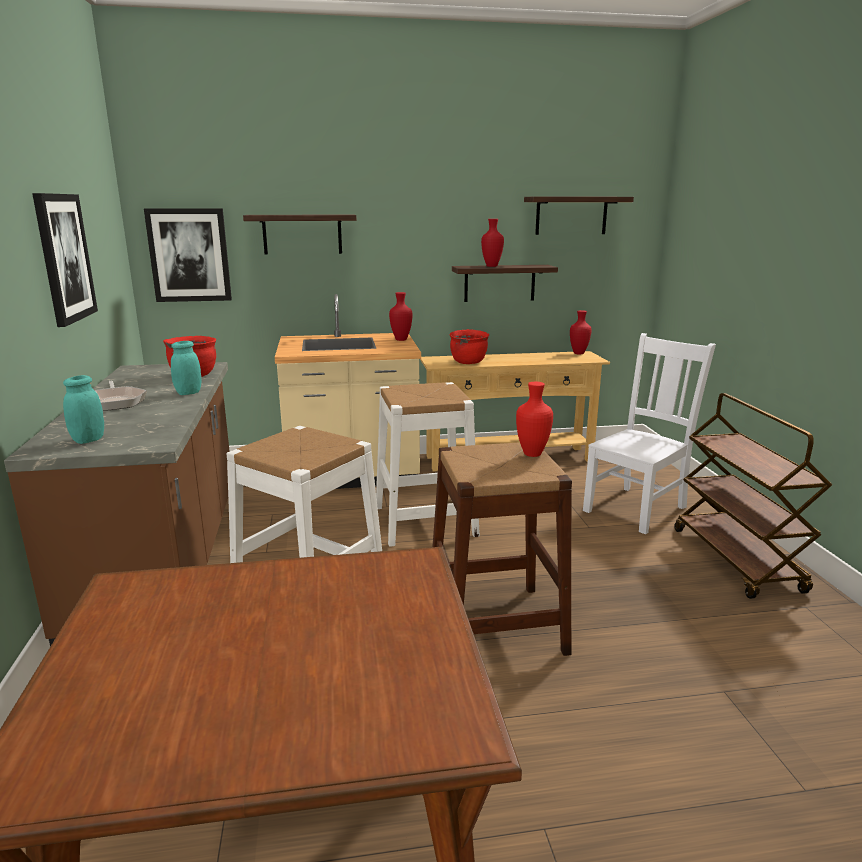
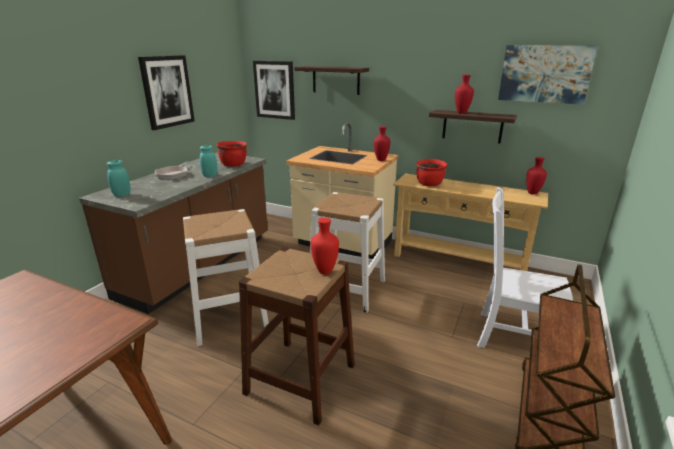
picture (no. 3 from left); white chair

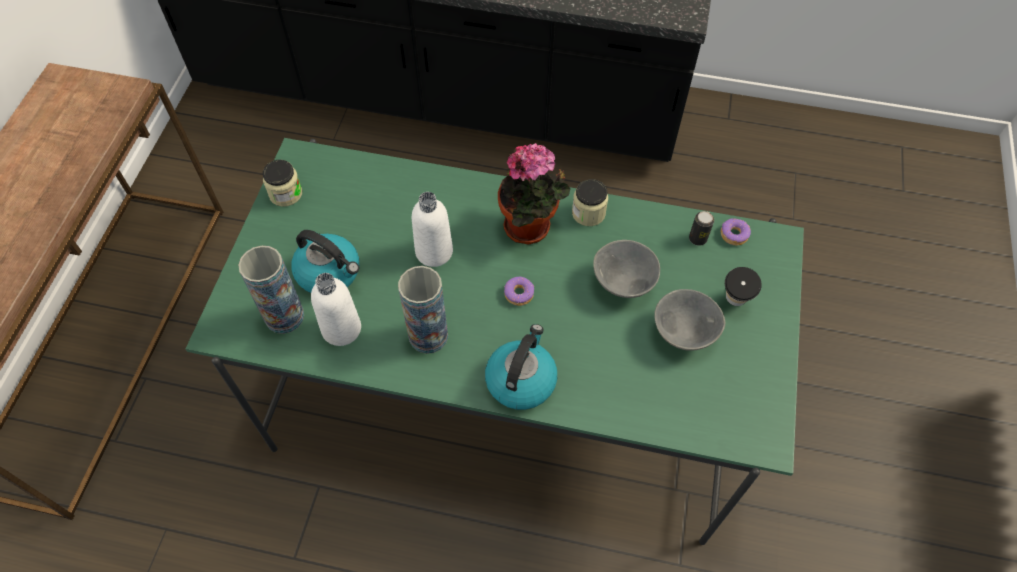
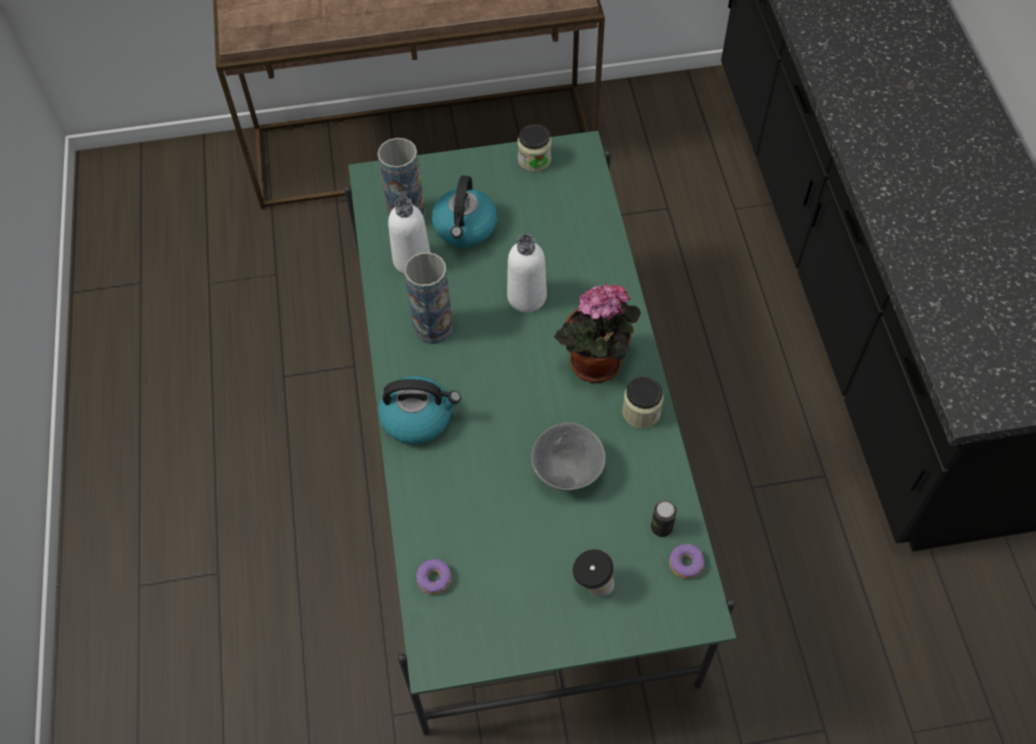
donut (no. 1 from left); grey bowl (no. 2 from left in the first image)

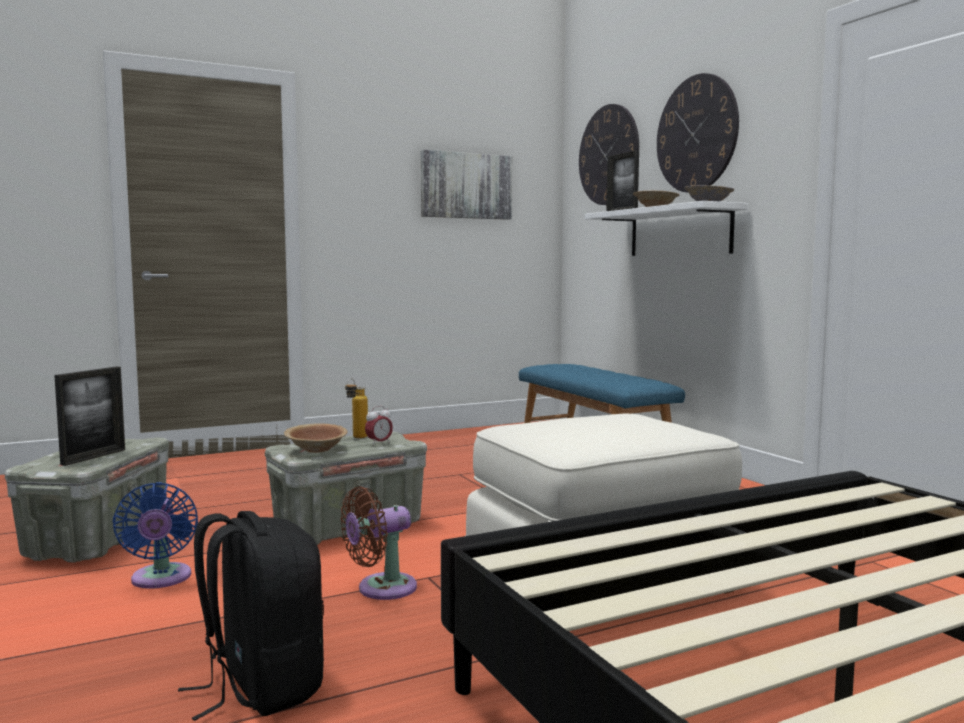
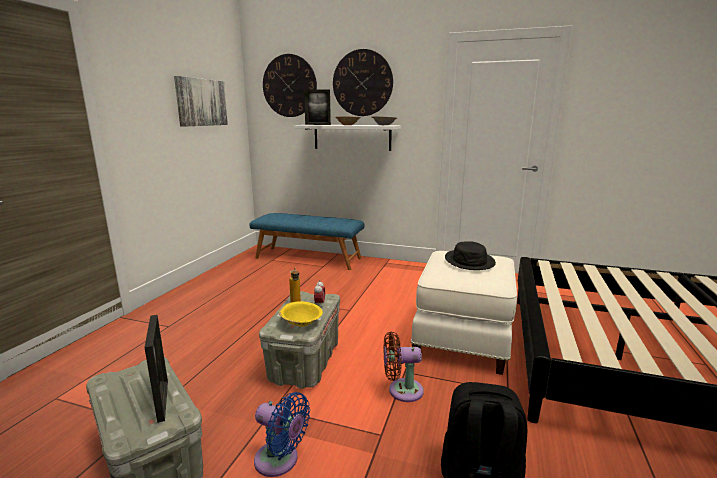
yellow bowl; brown fan; black hat

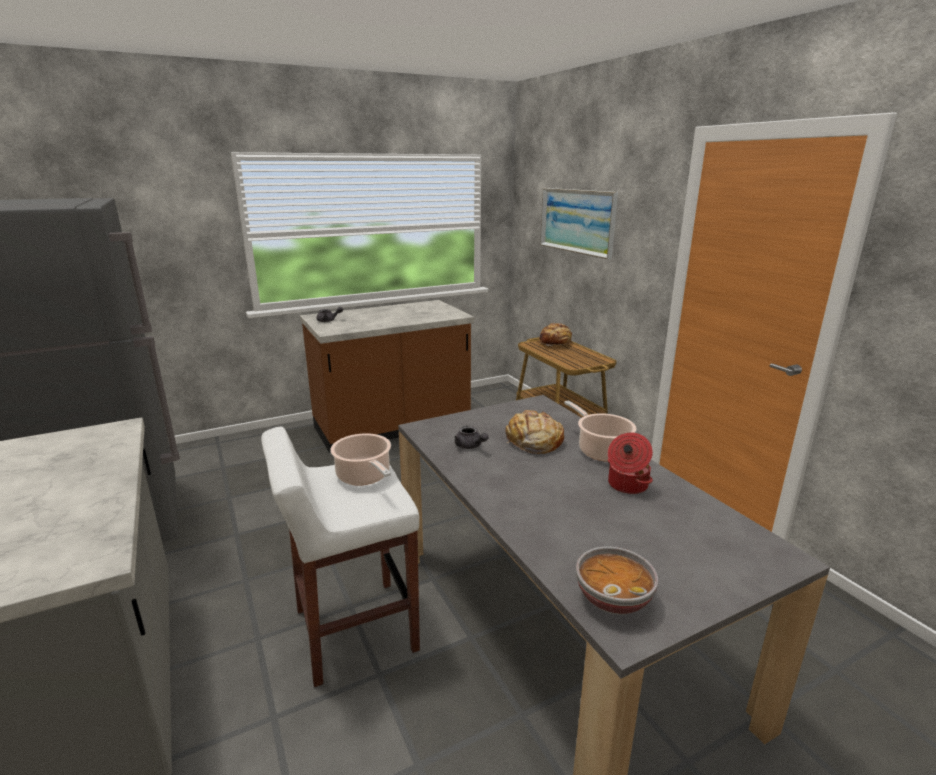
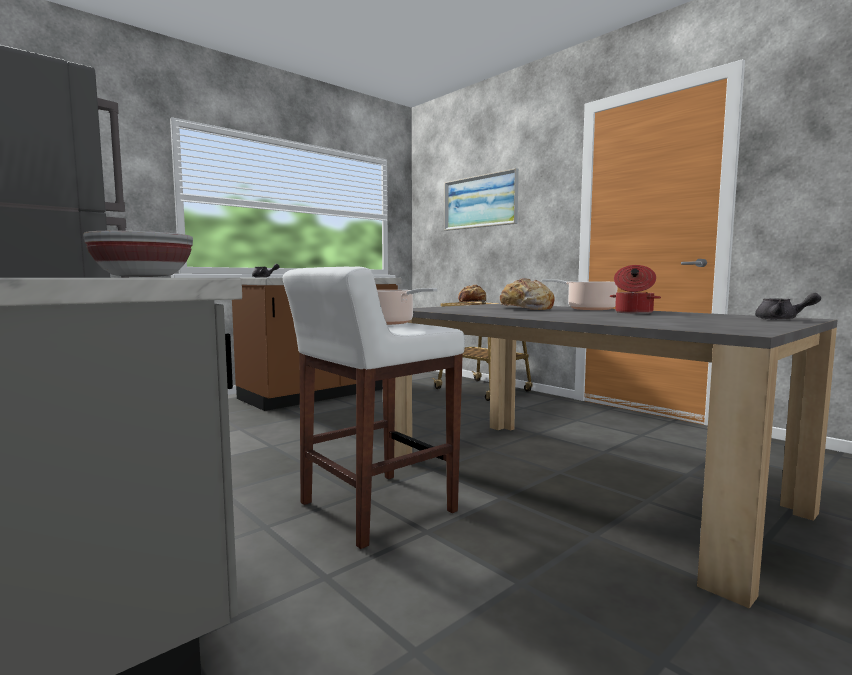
grey teapot (no. 2 from left); bowl

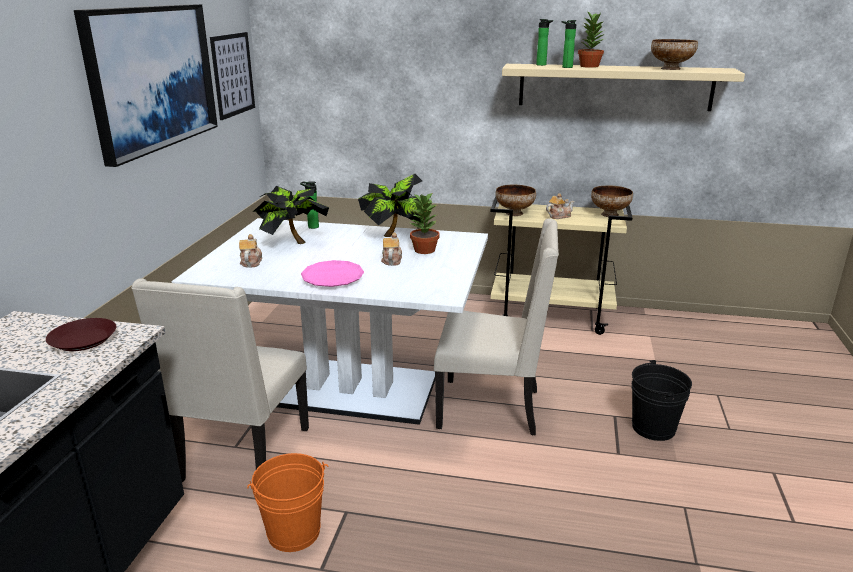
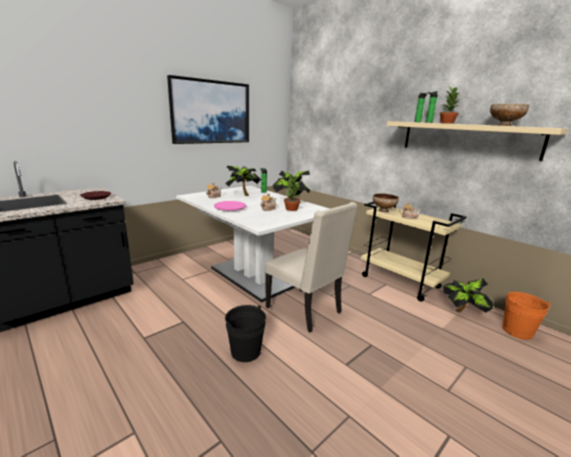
beige chair (no. 1 from left in the first image); picture (no. 2 from left in the first image); orange bucket; bowl (no. 2 from left in the first image); black bucket; potted plant (no. 5 from left)

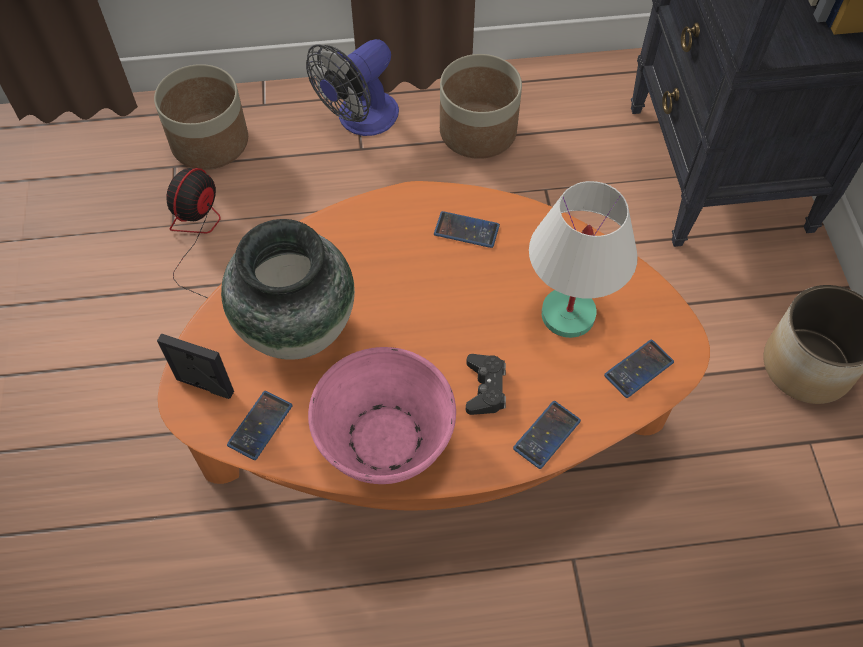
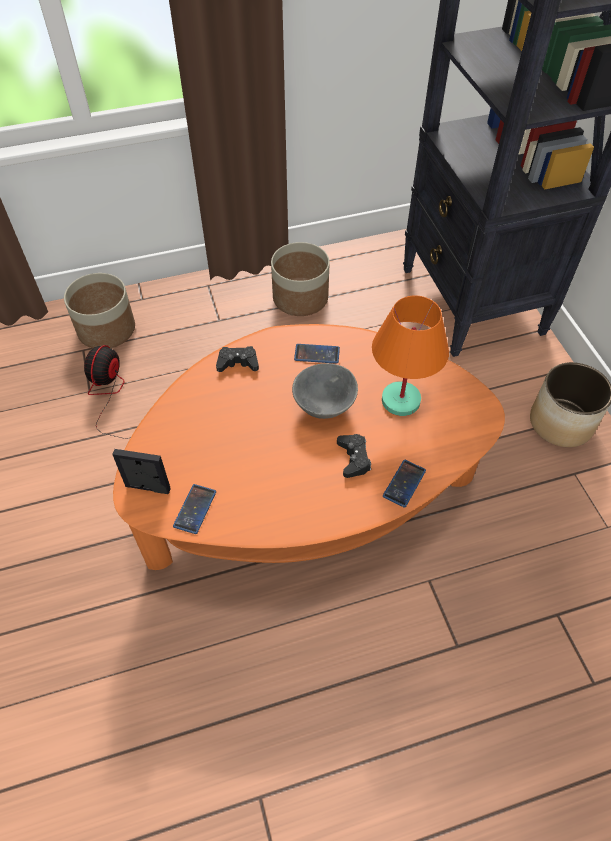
vase; fan (no. 2 from left in the first image); pink bowl; orange table lamp; phone (no. 4 from left in the first image); black game controller (no. 1 from left); grey bowl

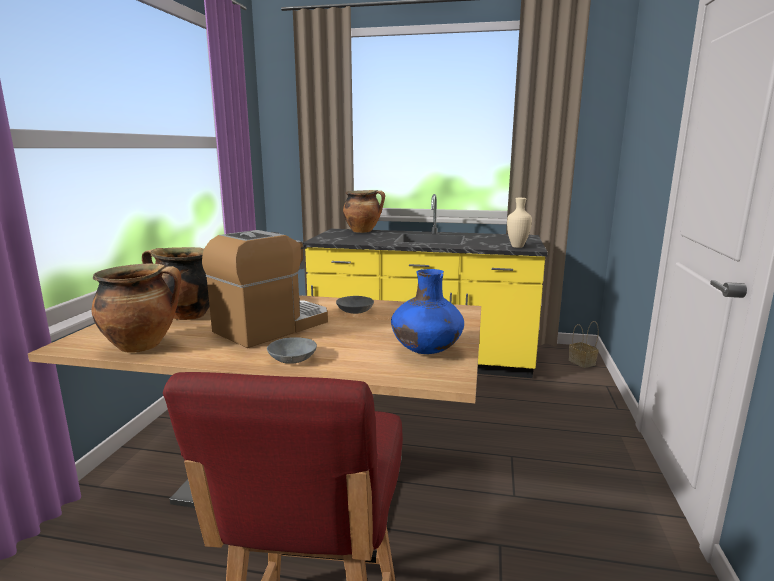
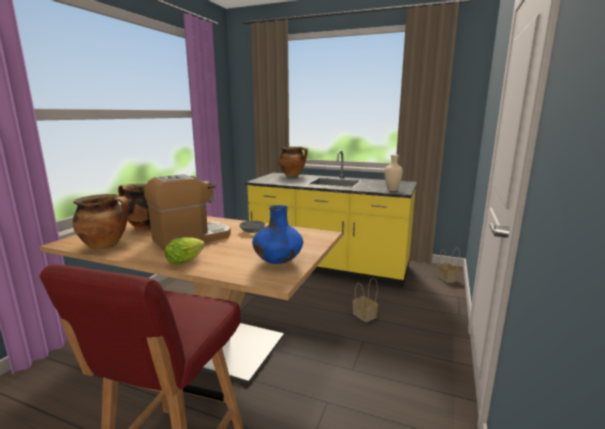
lettuce; basket (no. 1 from left)

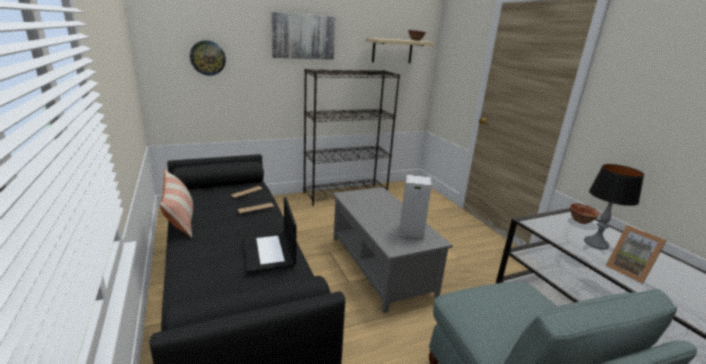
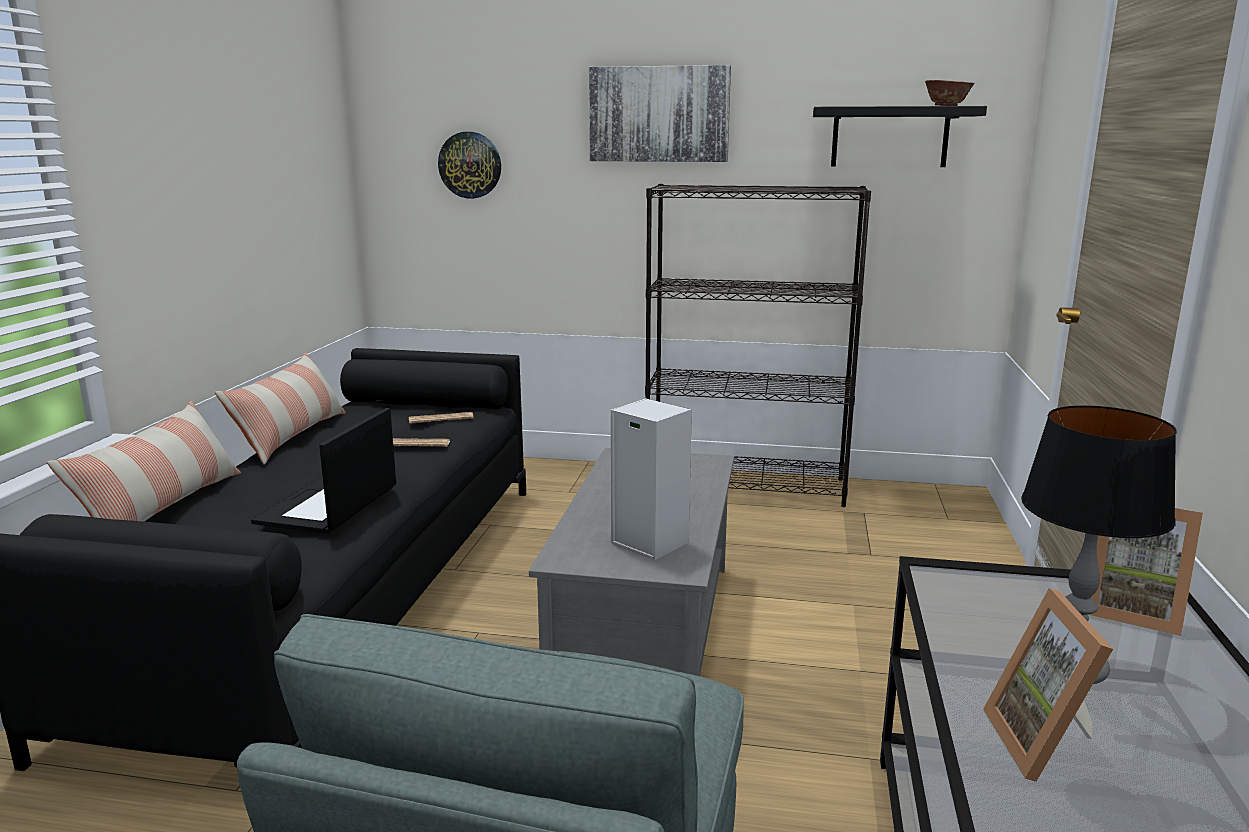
black shelf; picture frame (no. 2 from left); pillow (no. 1 from left)

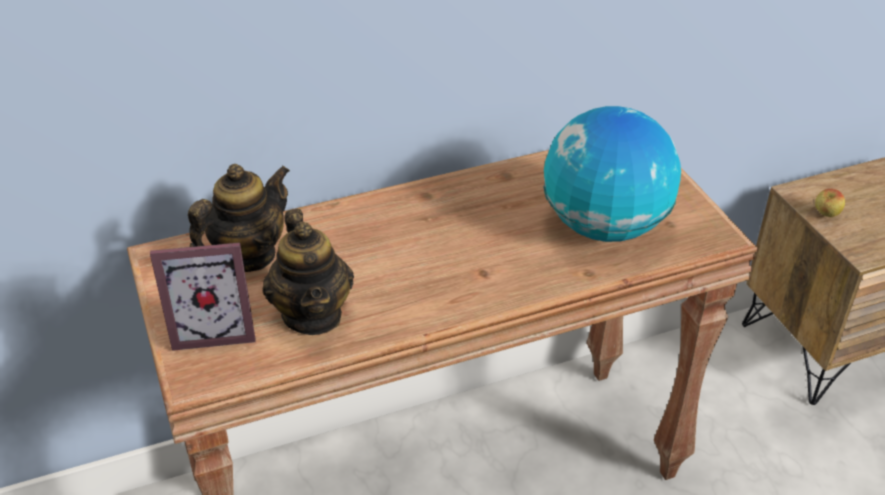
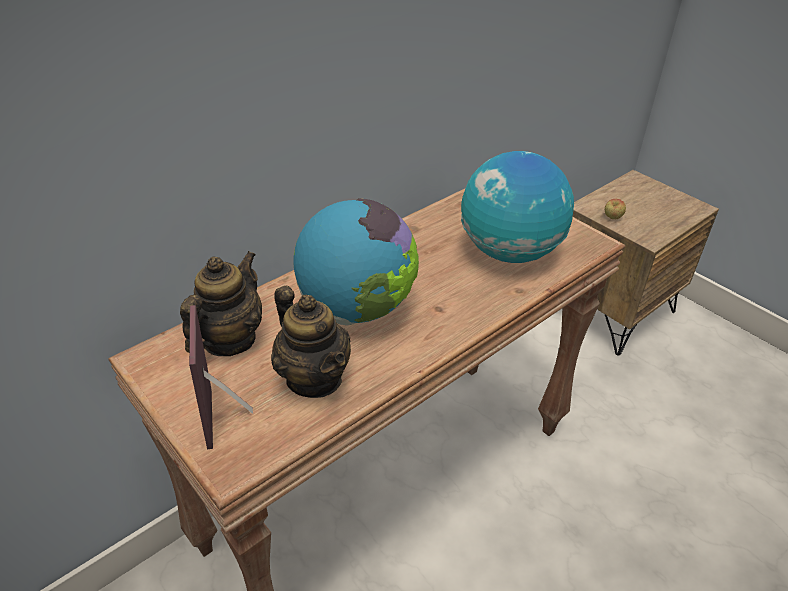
picture frame; globe (no. 1 from left)

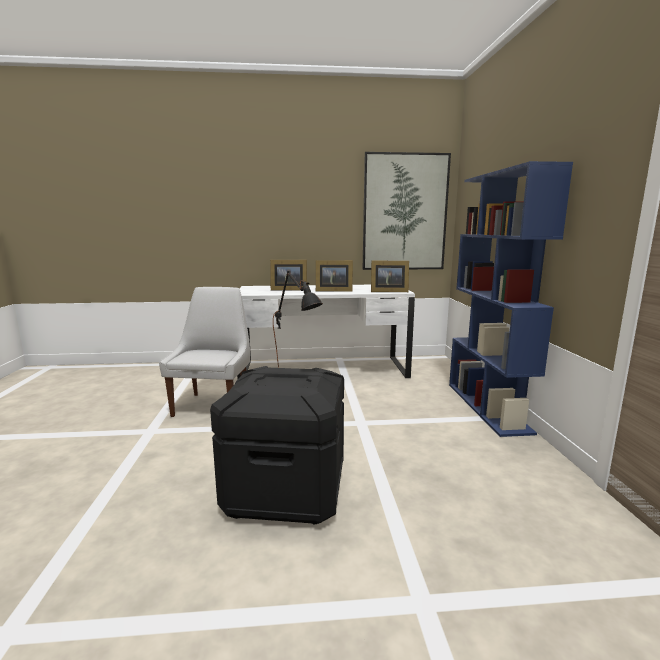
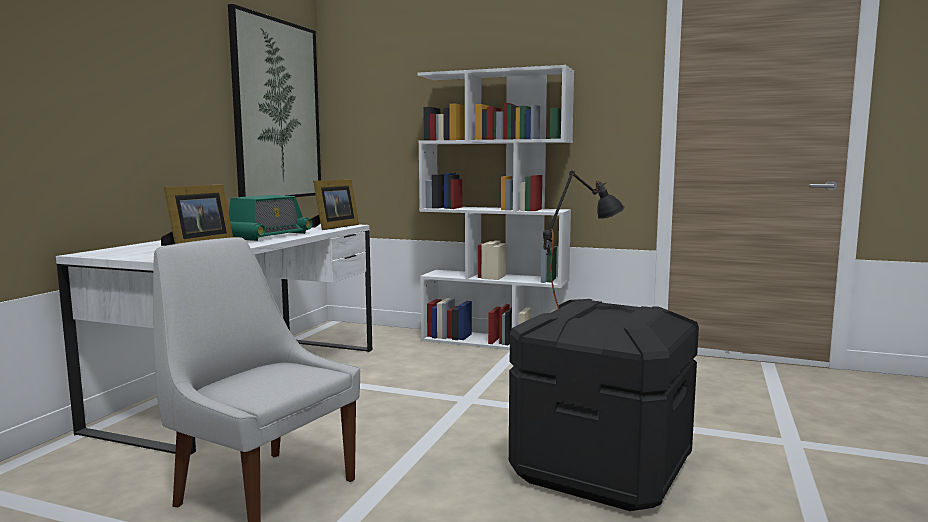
radio; white bookcase

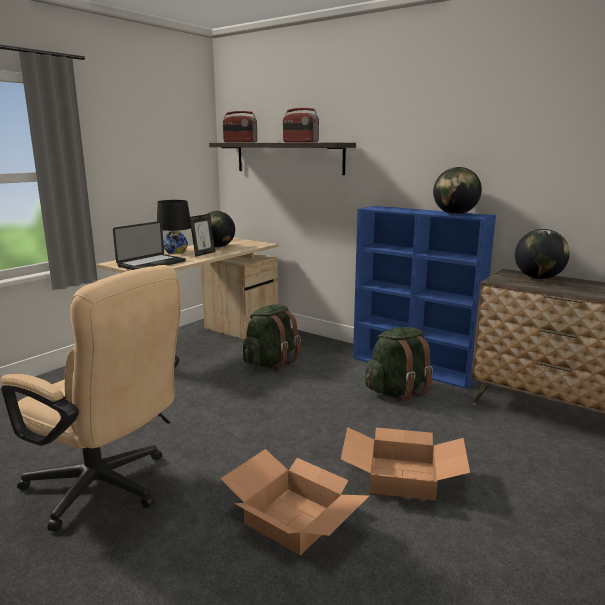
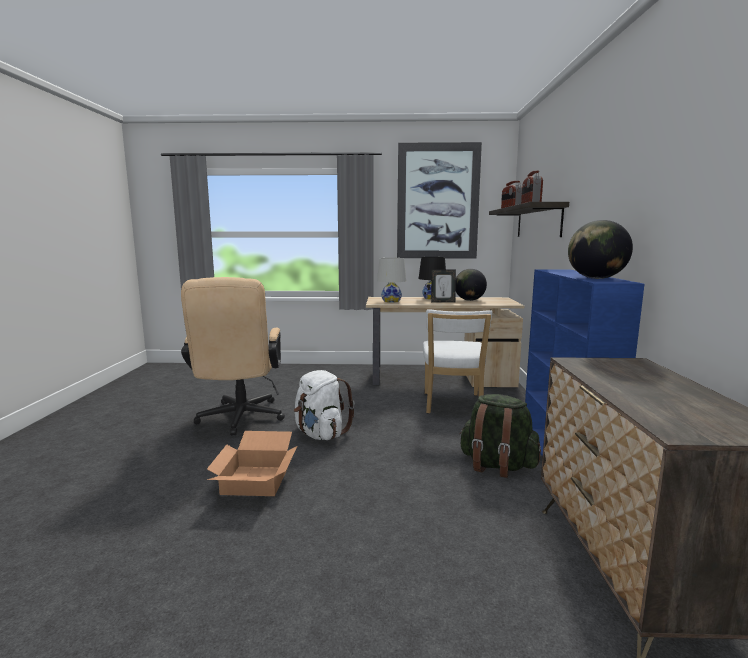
white table lamp; white chair; cardboard box (no. 2 from left in the first image); globe (no. 3 from left in the first image); white backpack; picture

